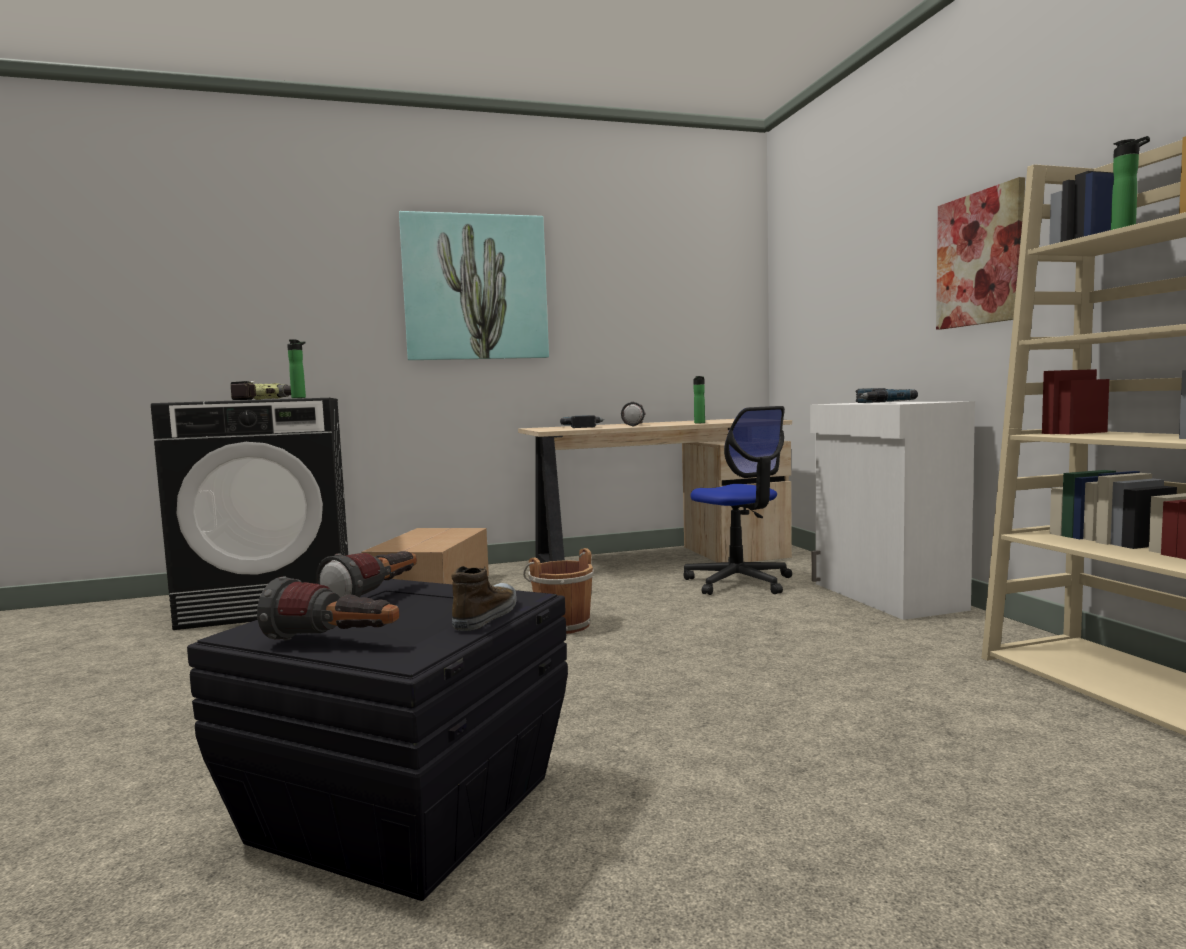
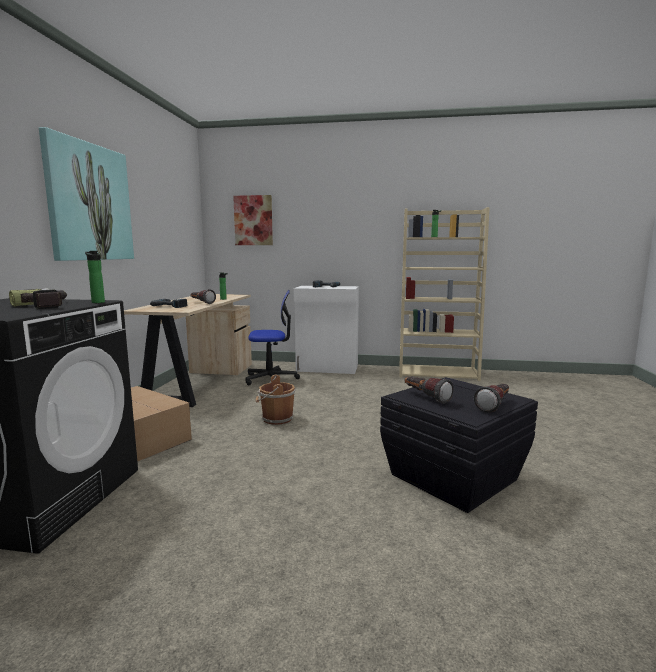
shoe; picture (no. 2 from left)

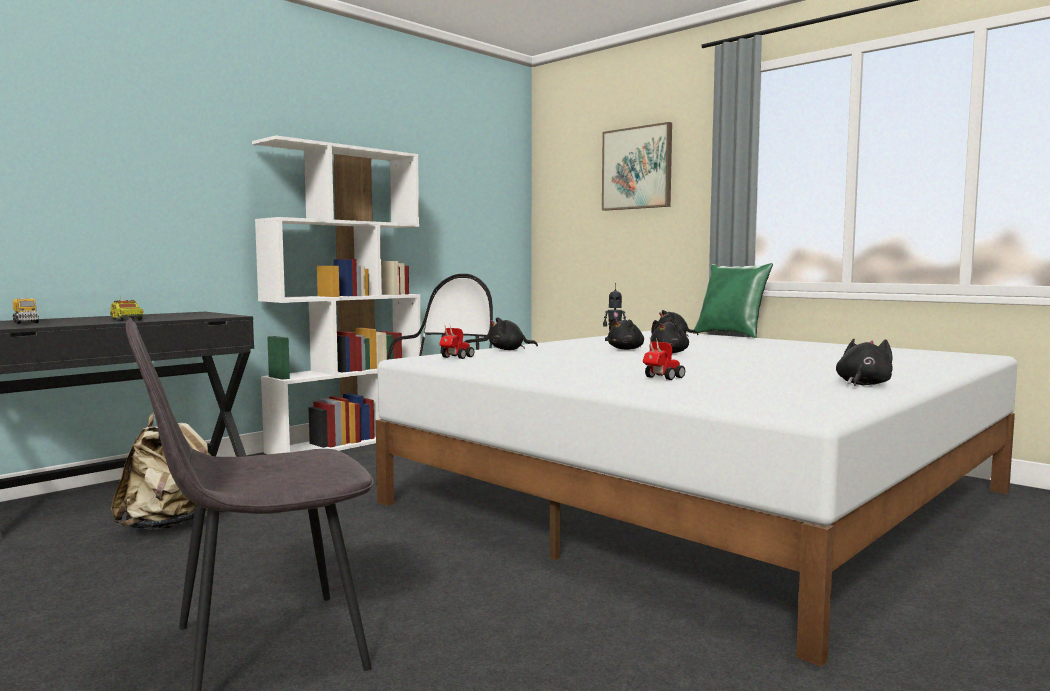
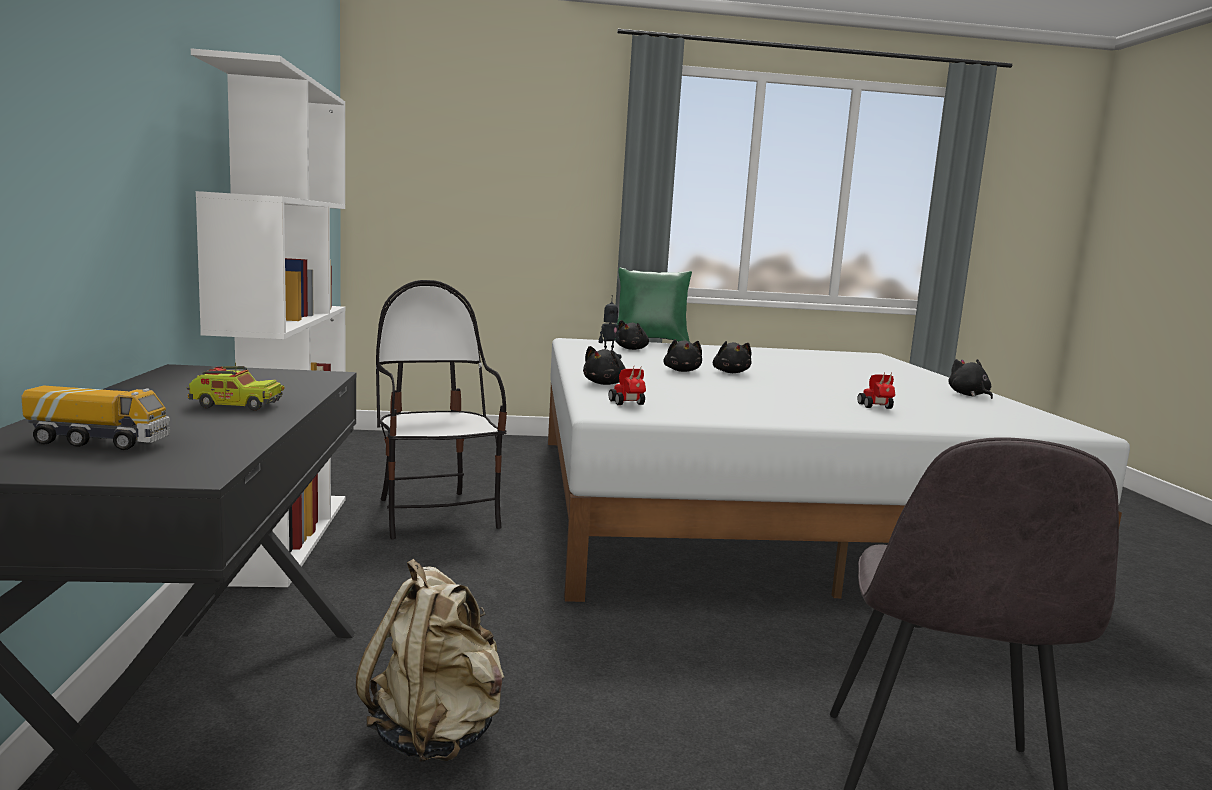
picture

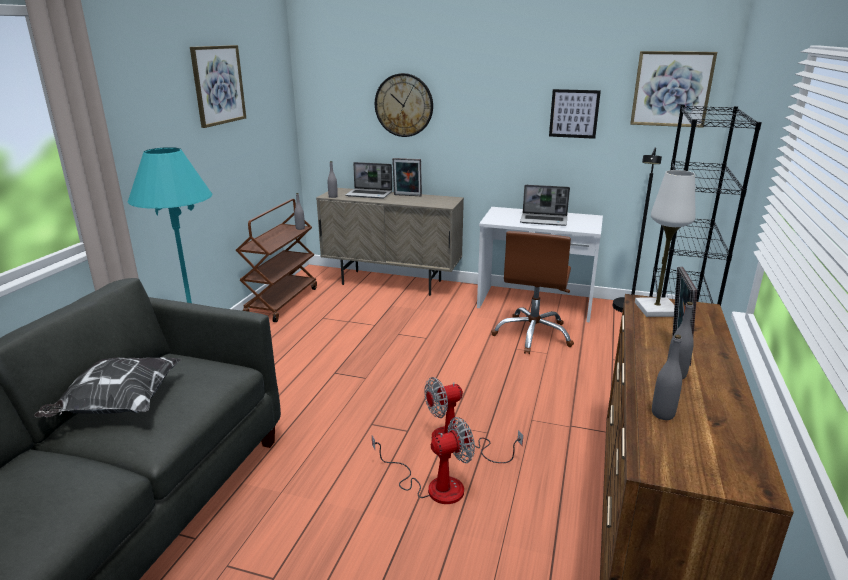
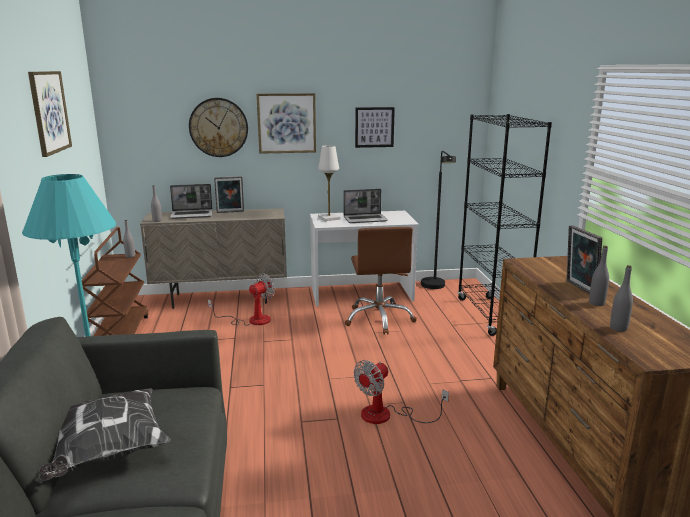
fan (no. 1 from left); picture (no. 2 from left); white table lamp

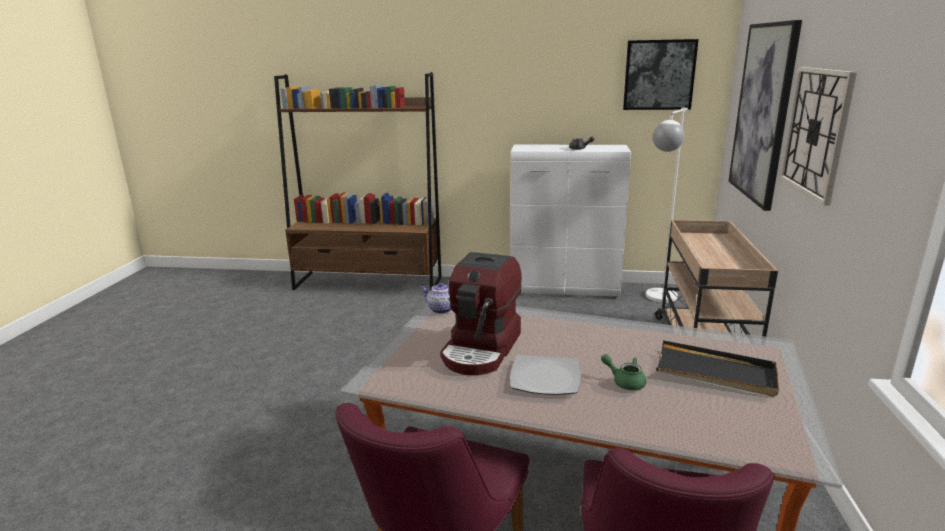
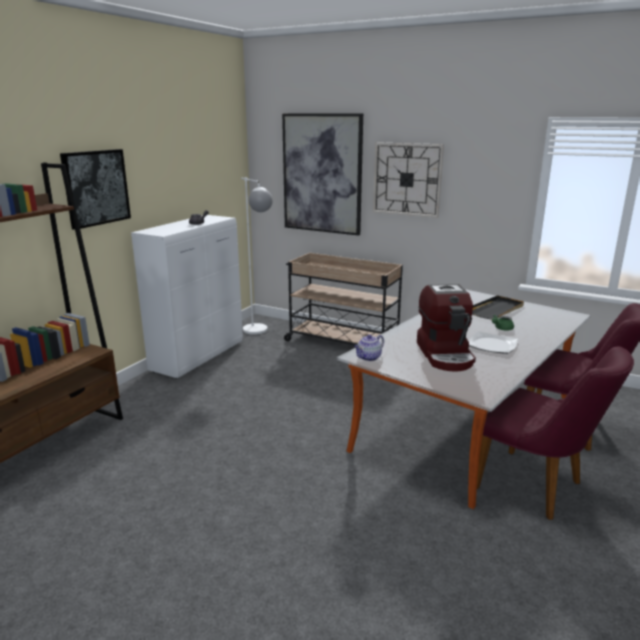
coffee machine; picture (no. 1 from left)

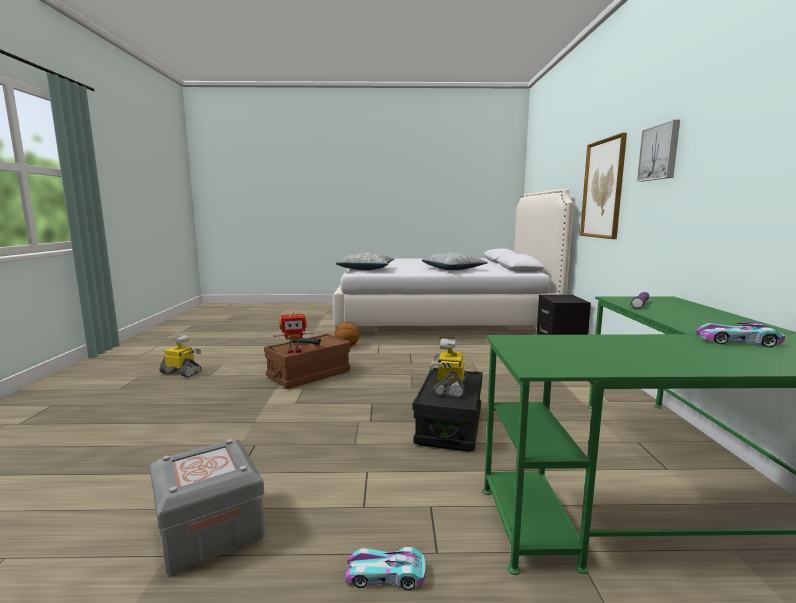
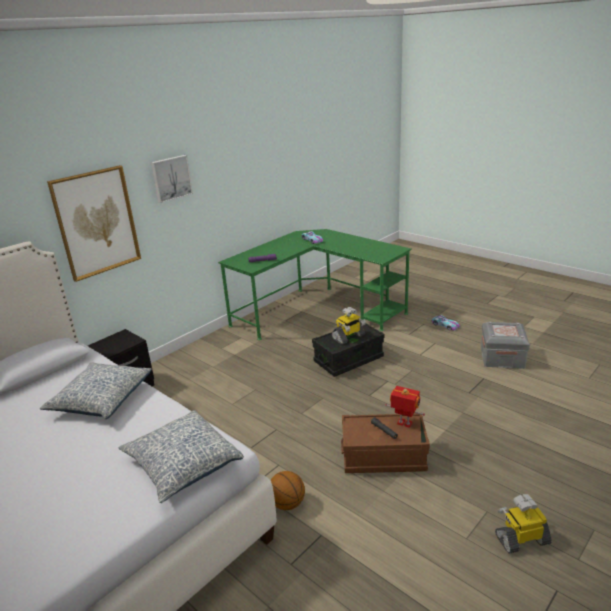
toy robot (no. 3 from left)

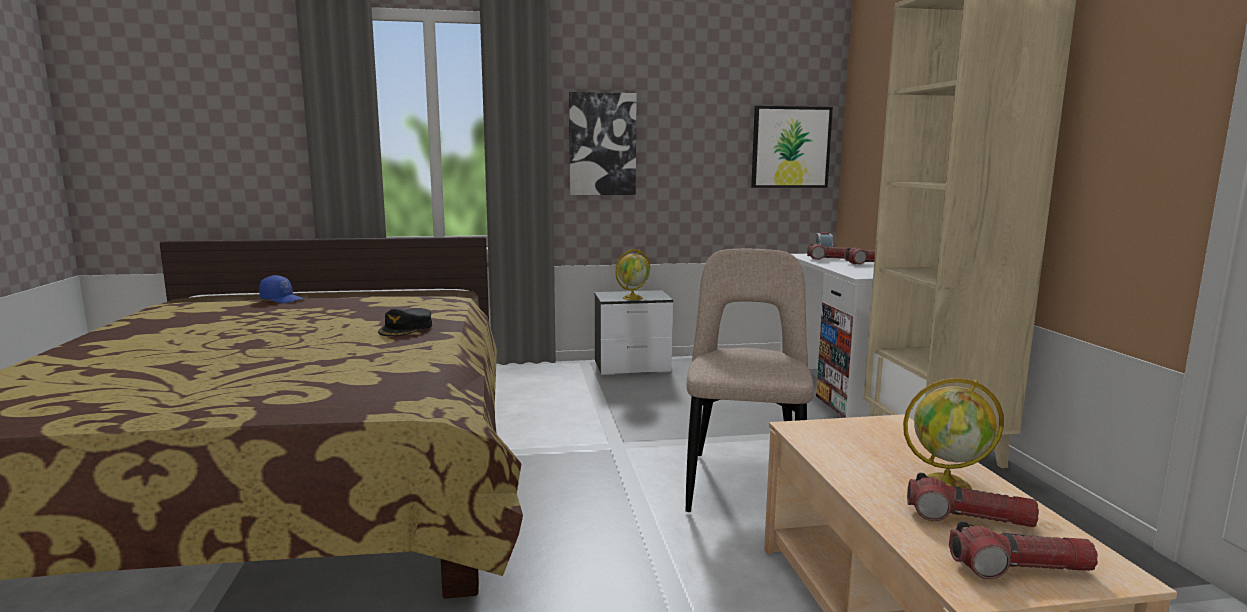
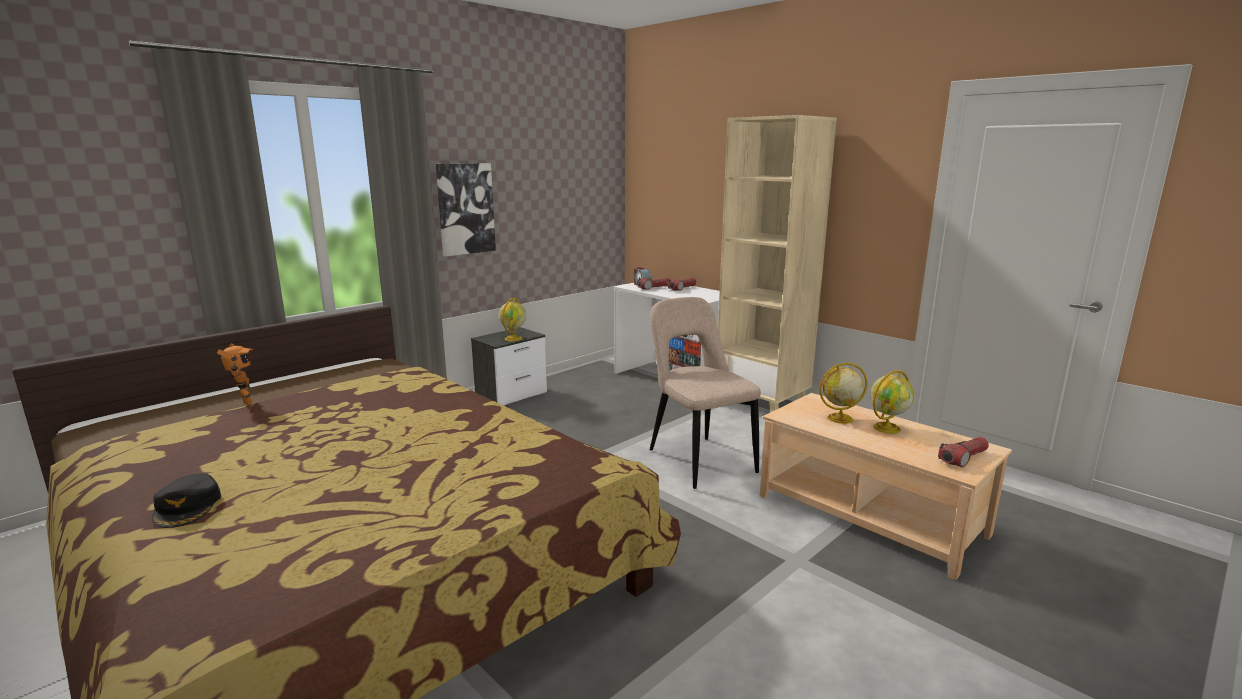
toy robot; black cap; picture (no. 2 from left in the first image); flashlight (no. 3 from left in the first image); globe (no. 2 from left)

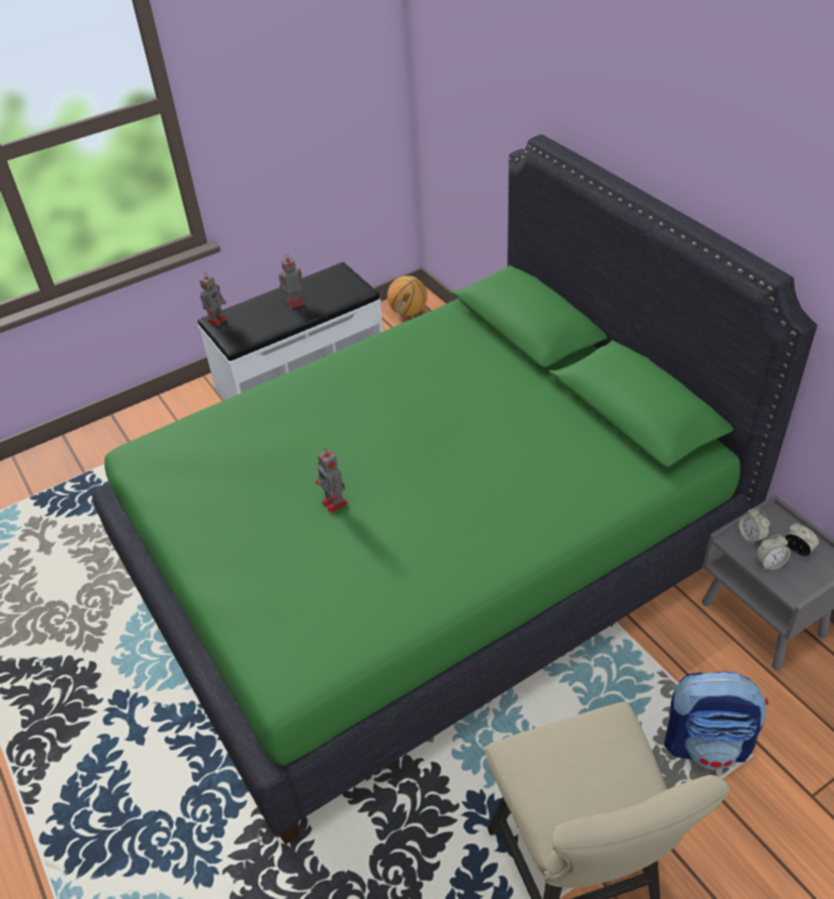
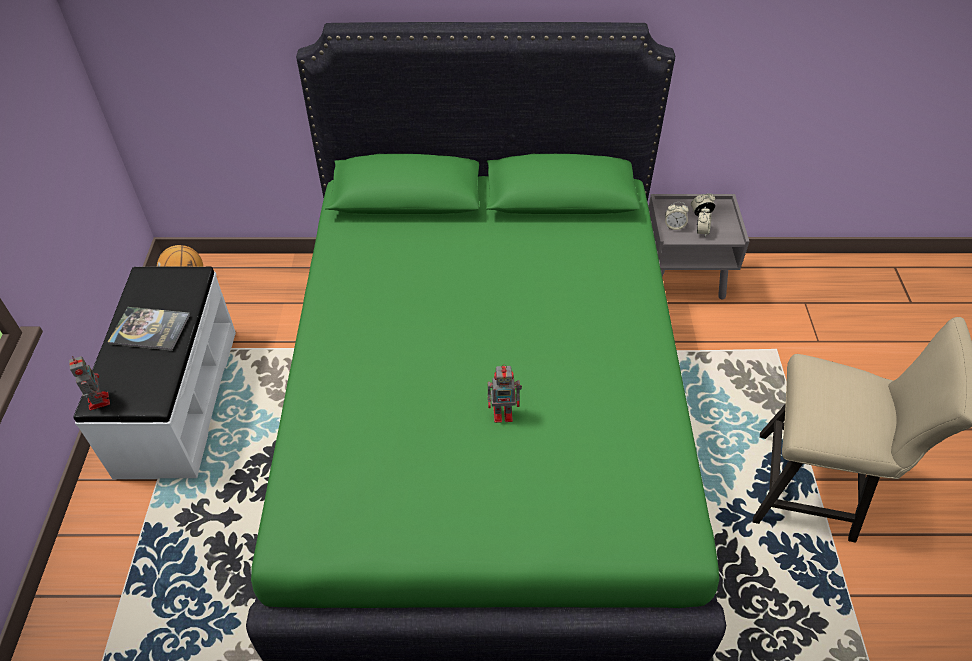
book; backpack

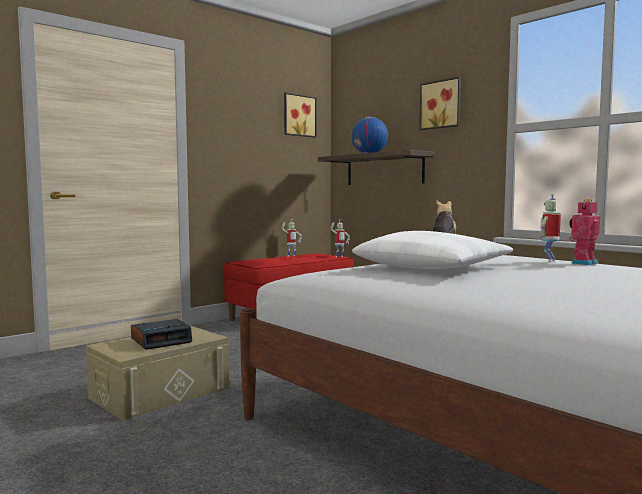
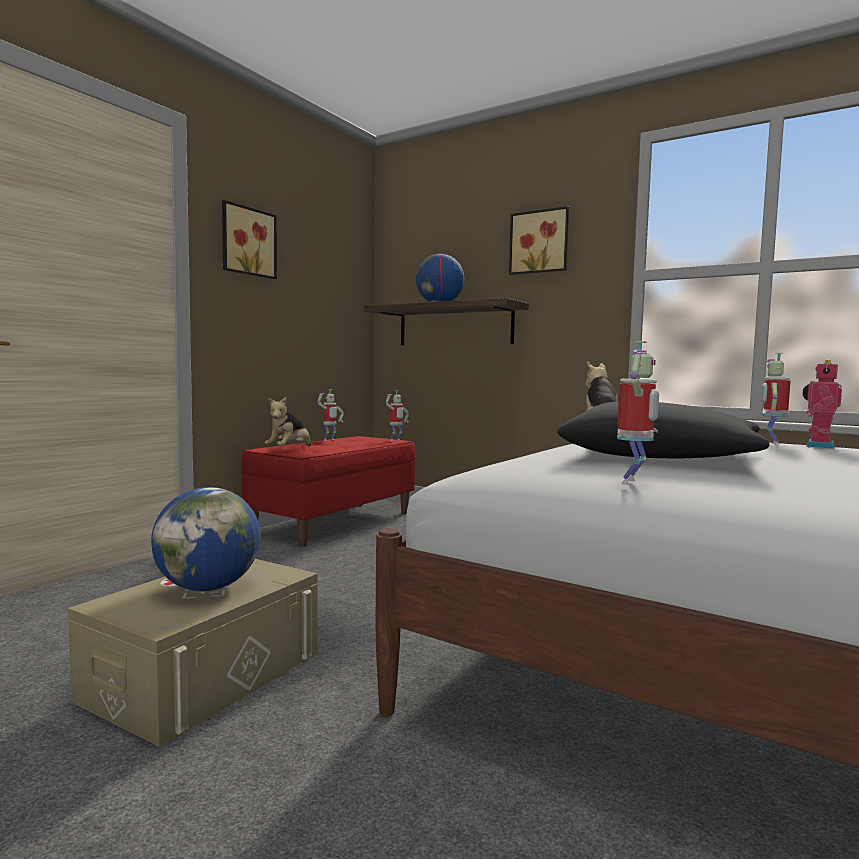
globe (no. 1 from left); picture (no. 1 from left); black pillow; plush toy (no. 1 from left); toy robot (no. 3 from left)

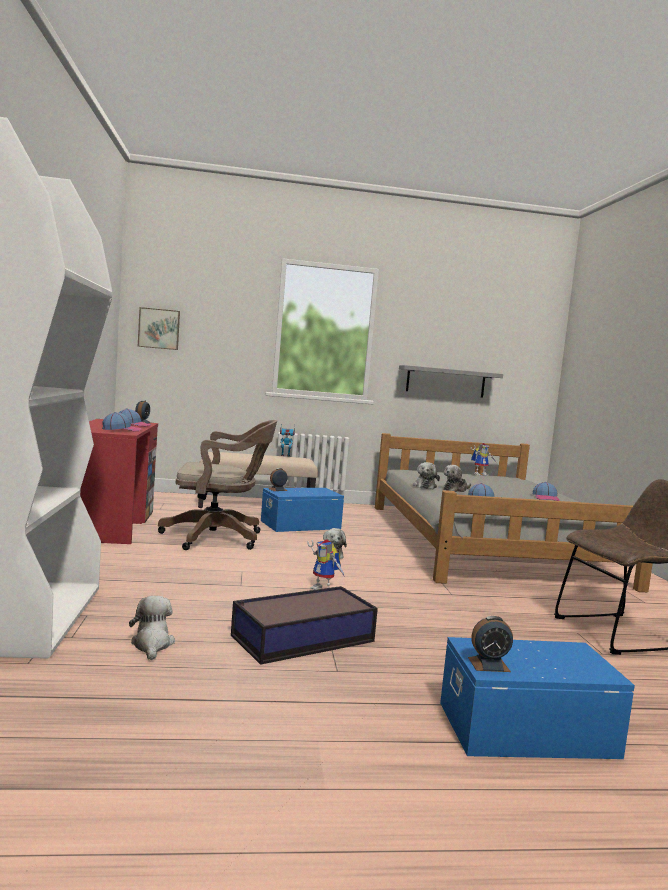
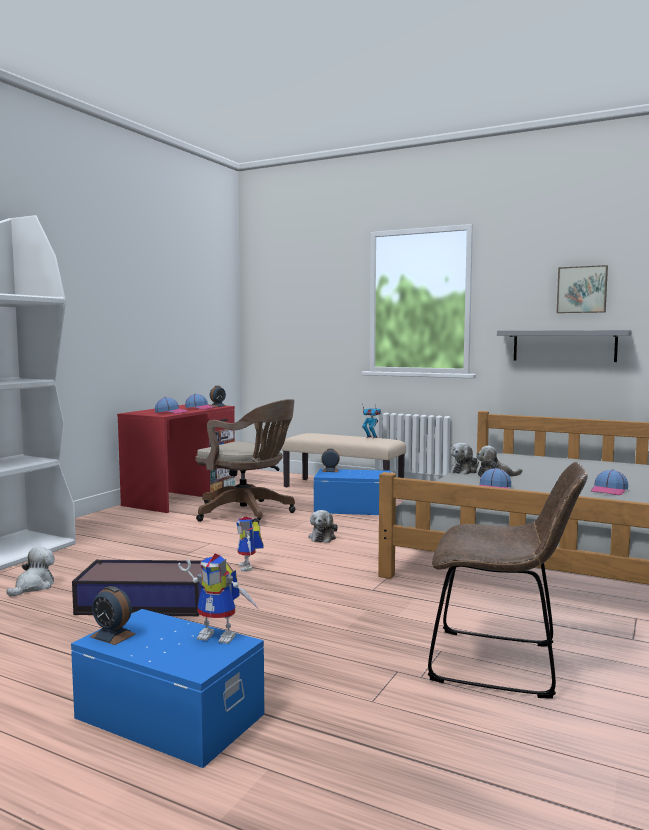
picture; toy robot (no. 1 from left)

